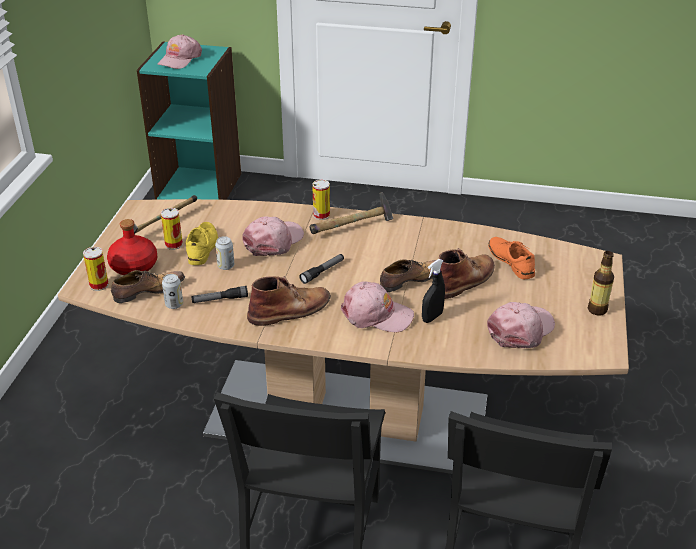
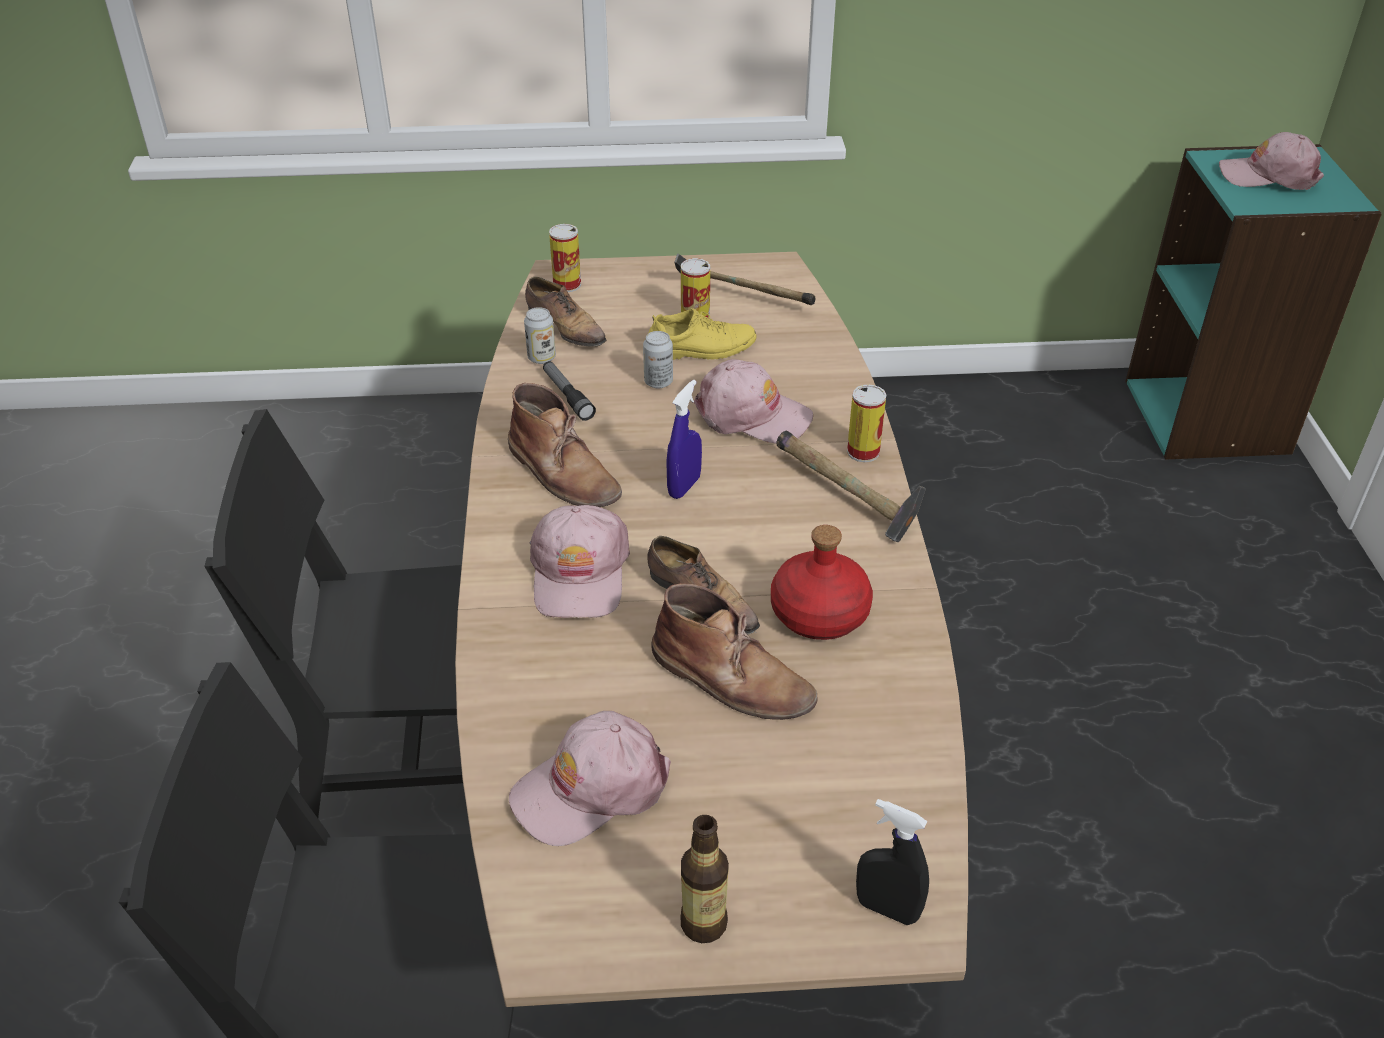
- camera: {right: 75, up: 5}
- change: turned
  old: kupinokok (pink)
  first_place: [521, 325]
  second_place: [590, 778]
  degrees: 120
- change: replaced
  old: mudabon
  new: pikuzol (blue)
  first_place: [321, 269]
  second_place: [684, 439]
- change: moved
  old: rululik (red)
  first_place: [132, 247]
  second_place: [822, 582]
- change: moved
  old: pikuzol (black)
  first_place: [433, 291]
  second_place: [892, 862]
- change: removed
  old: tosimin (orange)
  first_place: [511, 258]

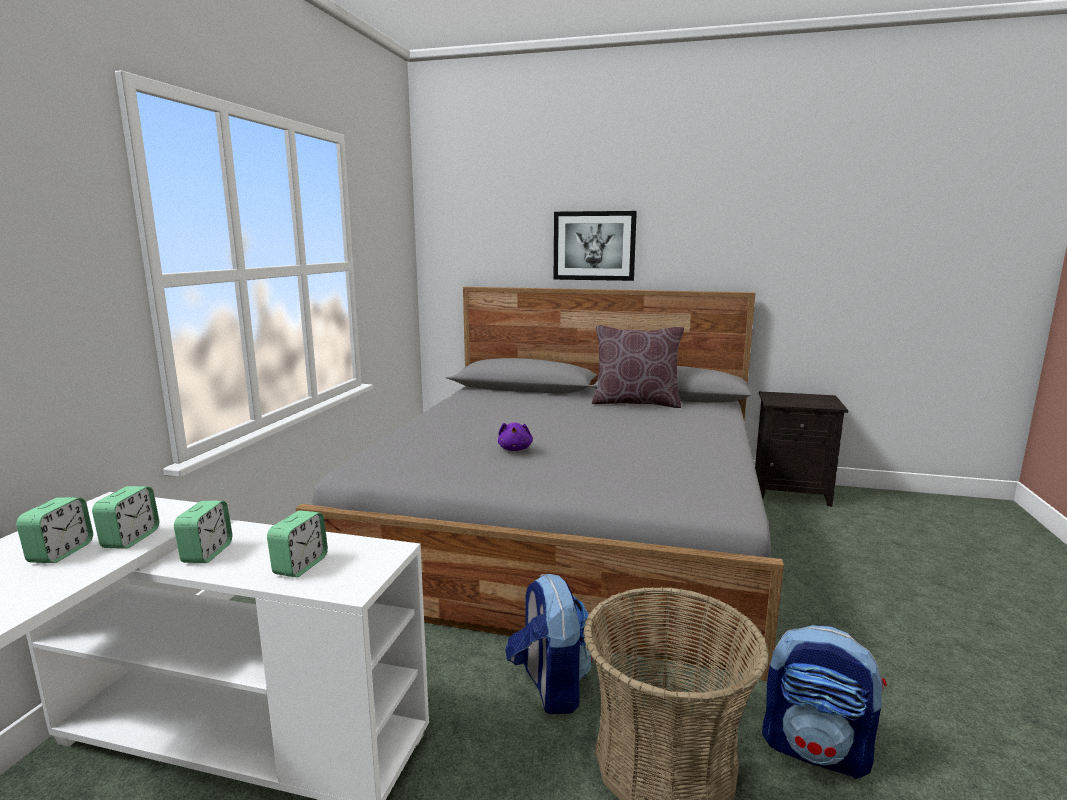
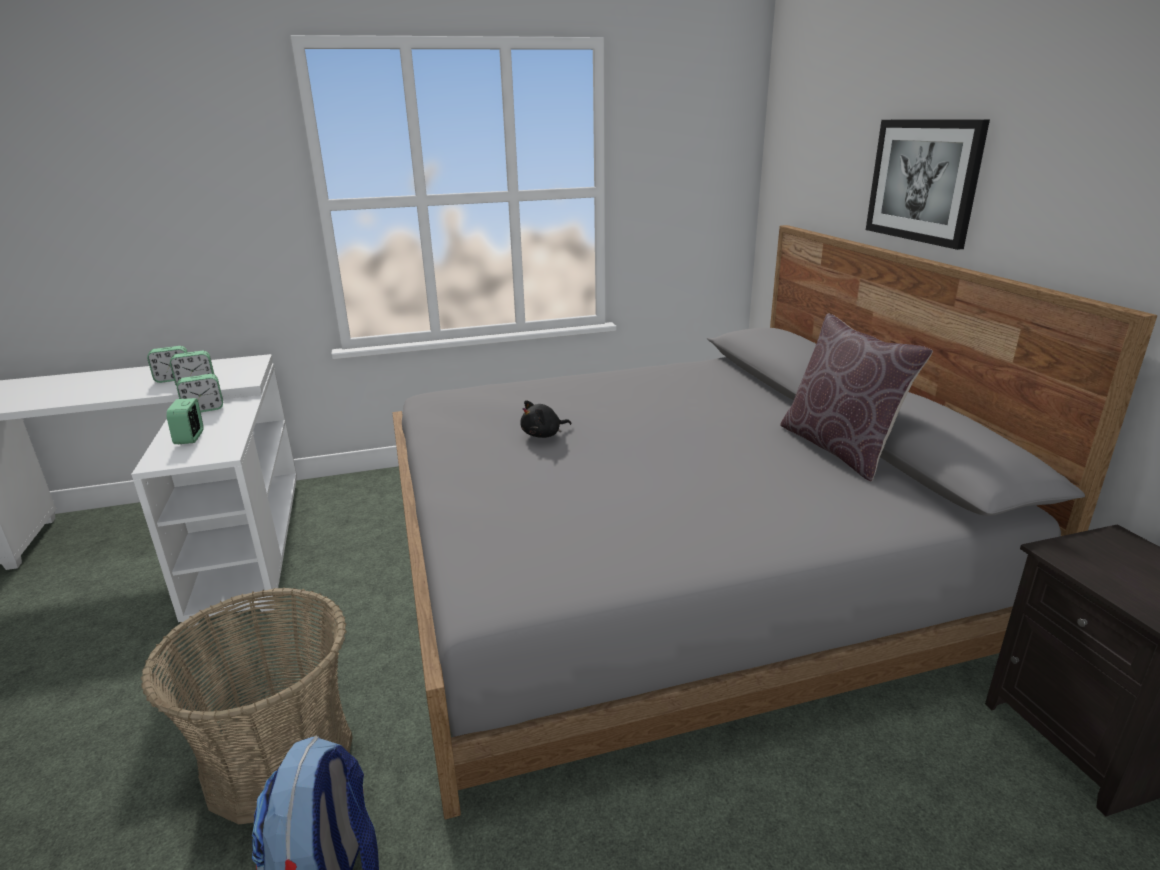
- camera: {right: 60, up: 10}
- change: turned
  old: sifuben
  first_place: [297, 543]
  second_place: [185, 421]
  degrees: 90
- change: recoloured
  old: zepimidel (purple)
  new: zepimidel (black)
  first_place: [515, 437]
  second_place: [545, 419]
- change: removed
  old: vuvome
  first_place: [548, 644]

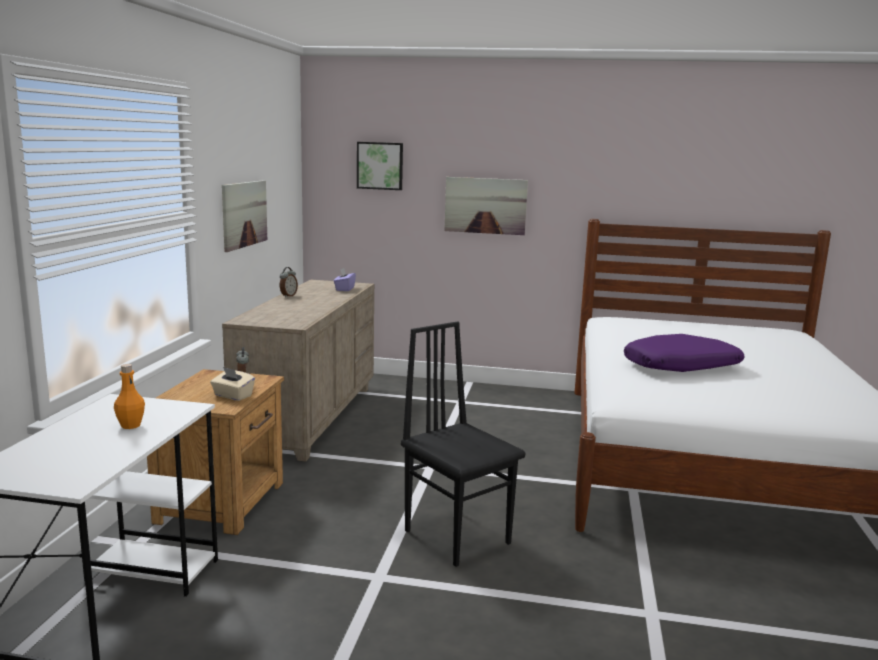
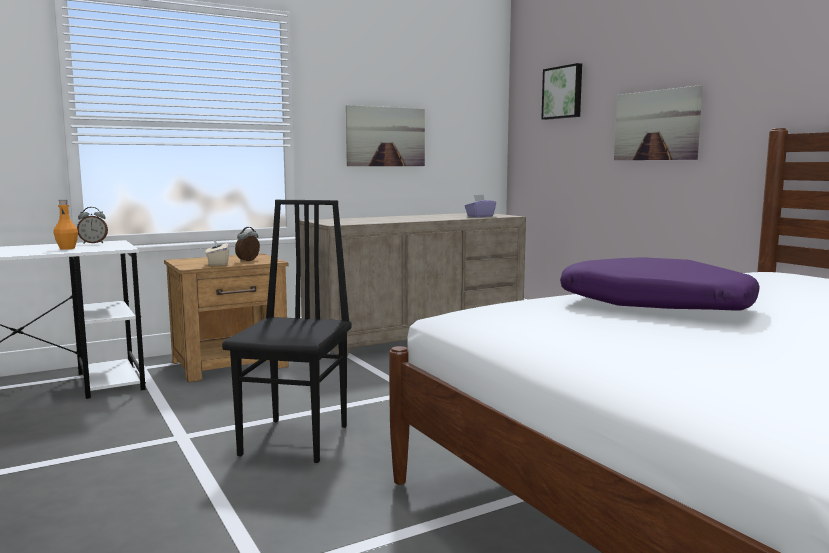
- camera: {right: 50, up: -5}
- change: moved
  old: sifuben
  first_place: [289, 282]
  second_place: [92, 225]

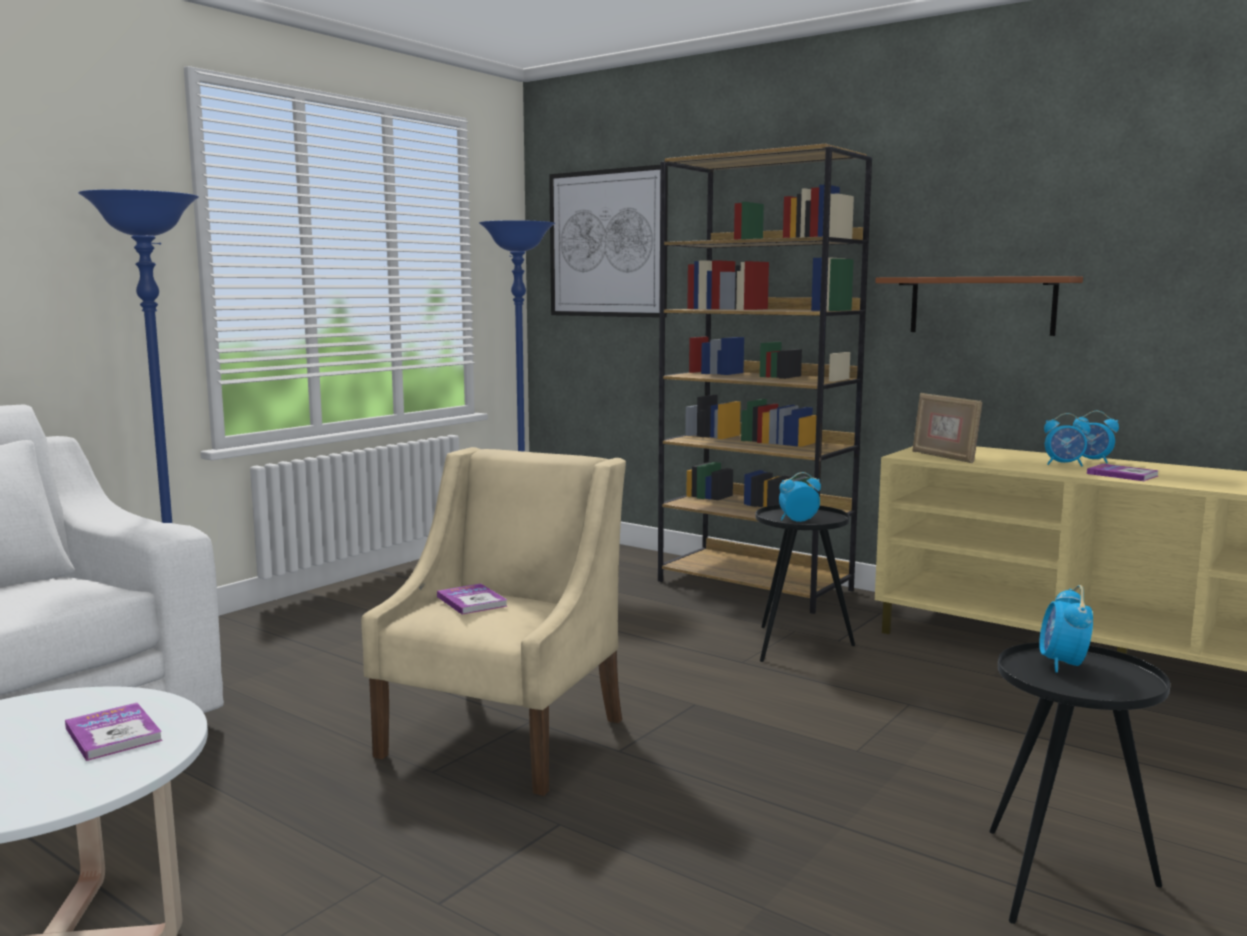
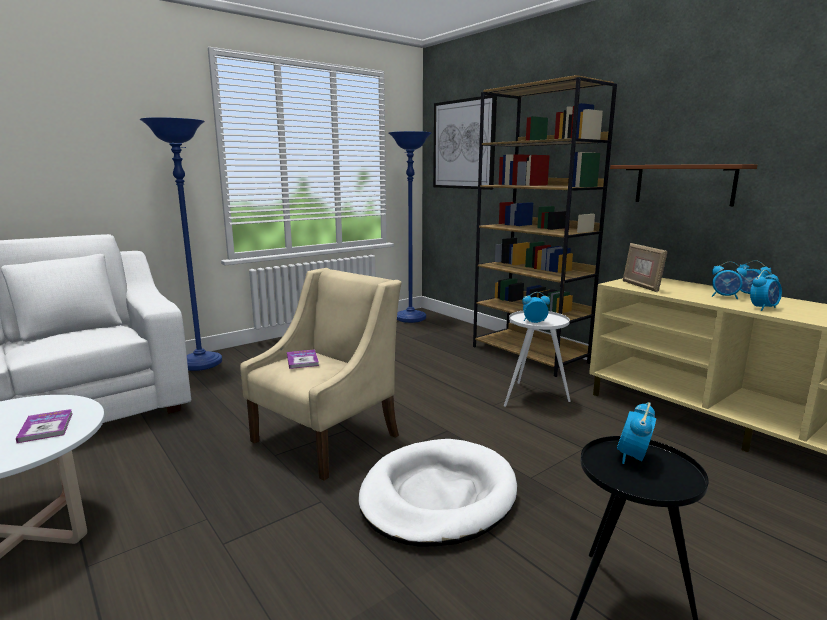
- camera: {right: 15, up: 5}
- change: added
  new: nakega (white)
  second_place: [437, 493]
- change: recoloured
  old: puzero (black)
  new: puzero (white)
  first_place: [805, 583]
  second_place: [537, 359]
- change: replaced
  old: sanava
  new: sifuben
  first_place: [1123, 472]
  second_place: [766, 290]

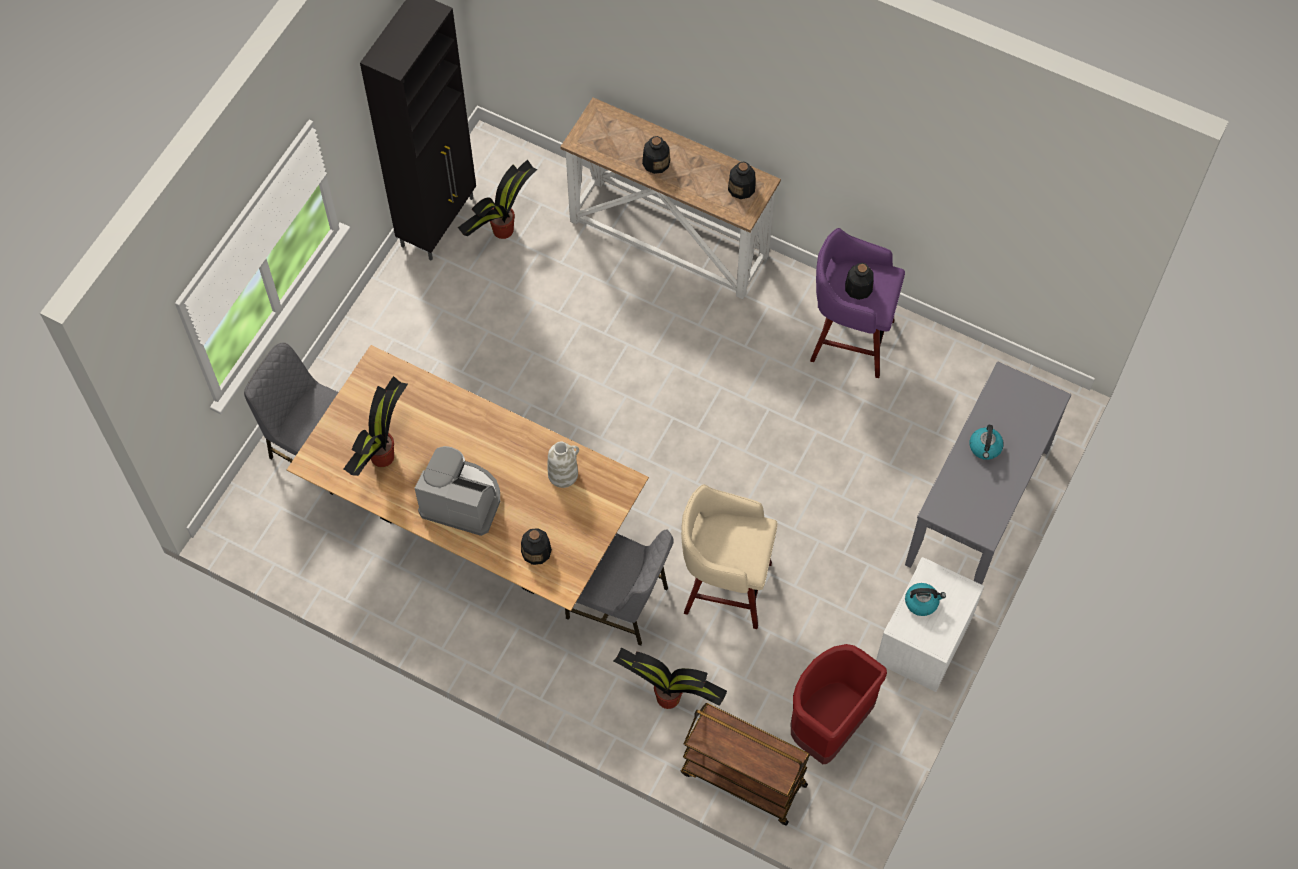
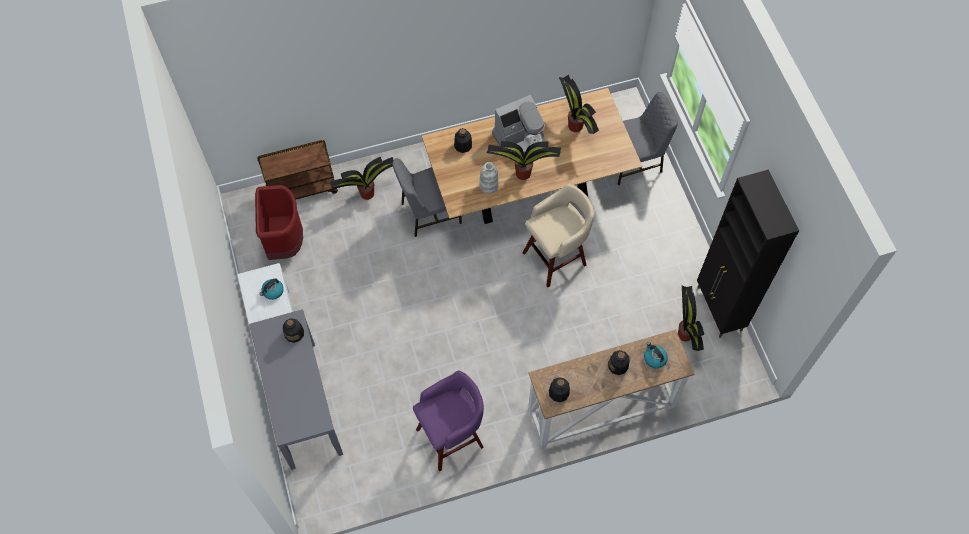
- camera: {right: 135, up: 0}
- change: moved
  old: rululik
  first_place: [859, 281]
  second_place: [293, 330]
- change: added
  new: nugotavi
  second_place: [524, 160]
- change: moved
  old: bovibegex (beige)
  first_place: [729, 556]
  second_place: [558, 235]
- change: moved
  old: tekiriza
  first_place: [987, 442]
  second_place: [656, 355]

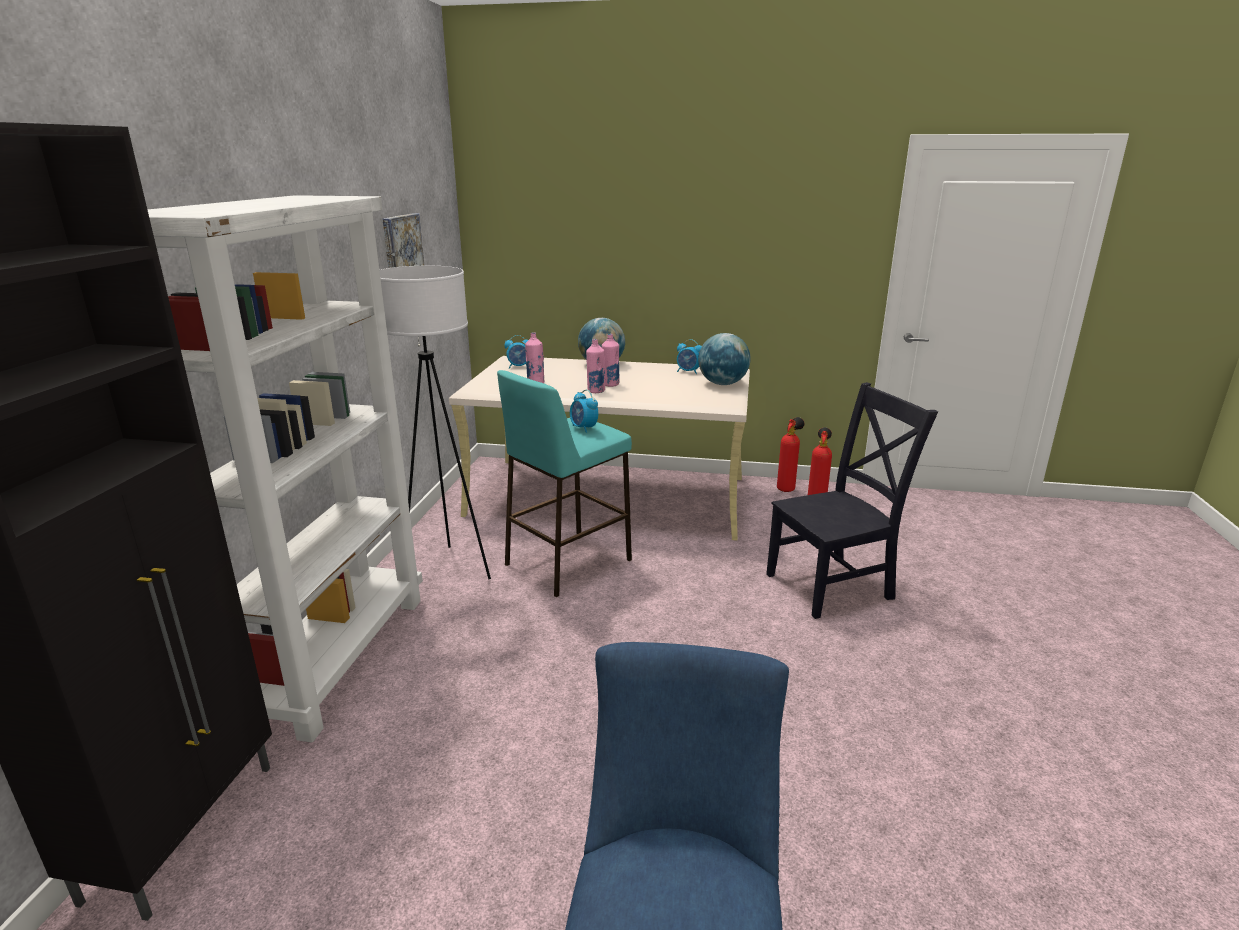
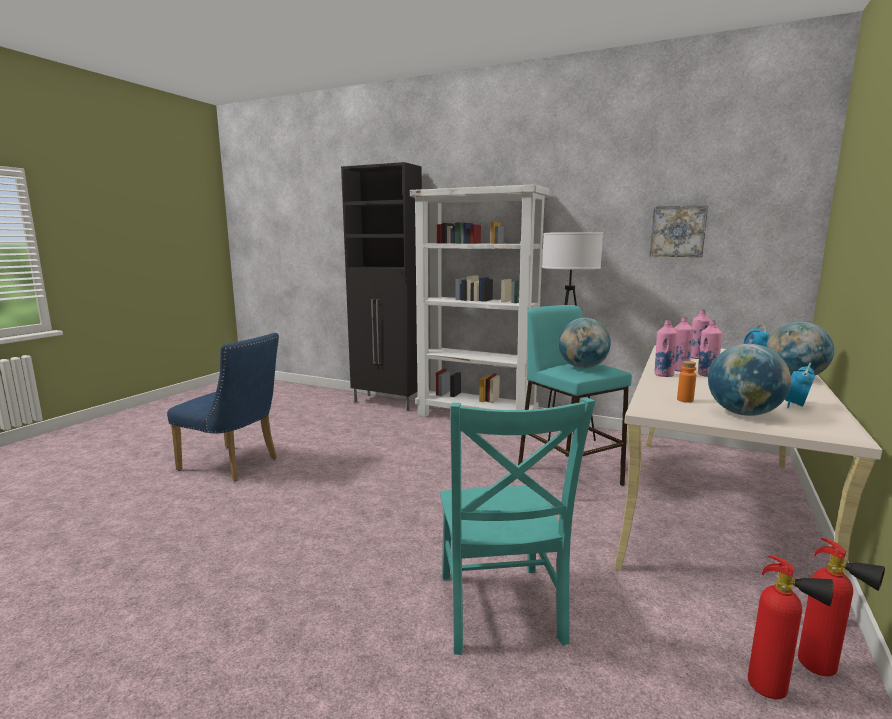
- camera: {right: 105, up: -10}
- change: recoloured
  old: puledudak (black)
  new: puledudak (turquoise)
  first_place: [852, 500]
  second_place: [517, 526]
- change: replaced
  old: sifuben
  new: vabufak
  first_place: [584, 411]
  second_place: [584, 343]
- change: added
  new: rululik (pink)
  second_place: [666, 348]
- change: added
  new: rululik (orange)
  second_place: [686, 382]

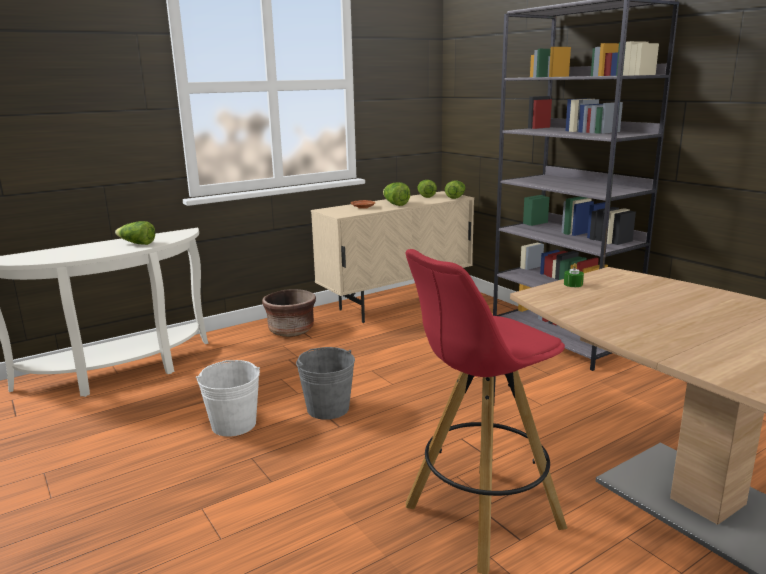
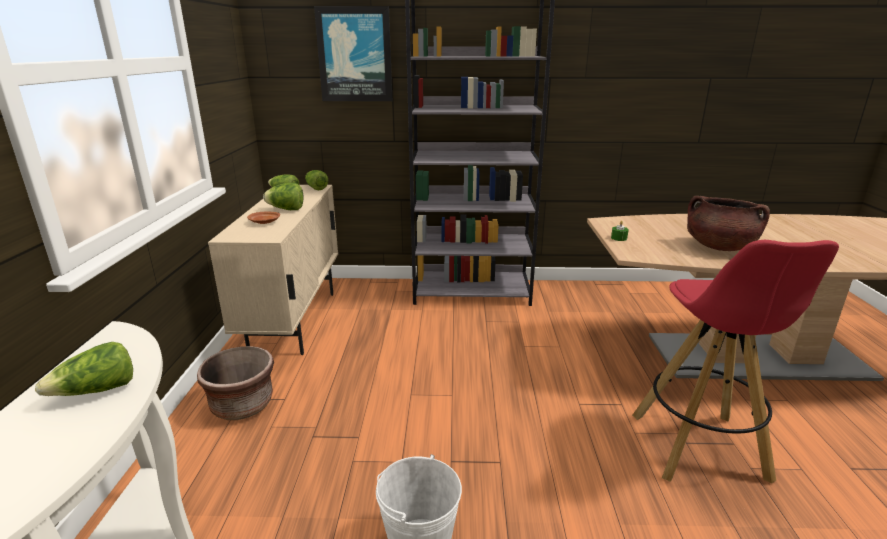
- camera: {right: -55, up: 5}
- change: added
  new: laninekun
  second_place: [353, 53]
- change: added
  new: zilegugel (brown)
  second_place: [728, 223]
- change: removed
  old: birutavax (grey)
  first_place: [325, 383]

